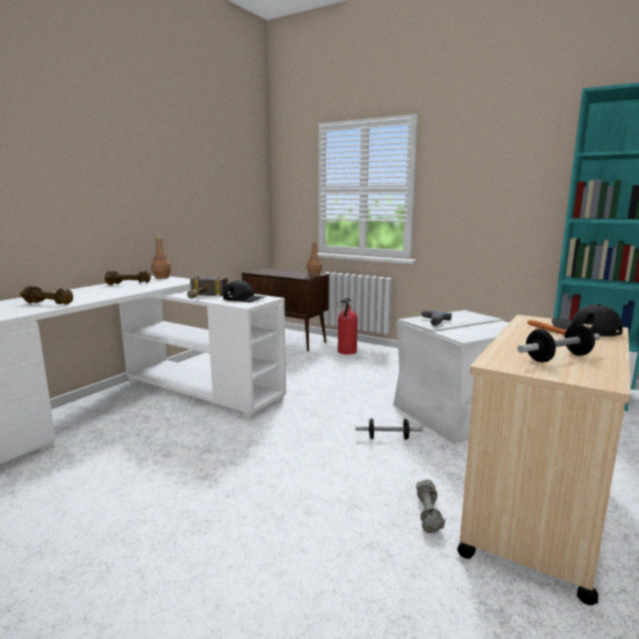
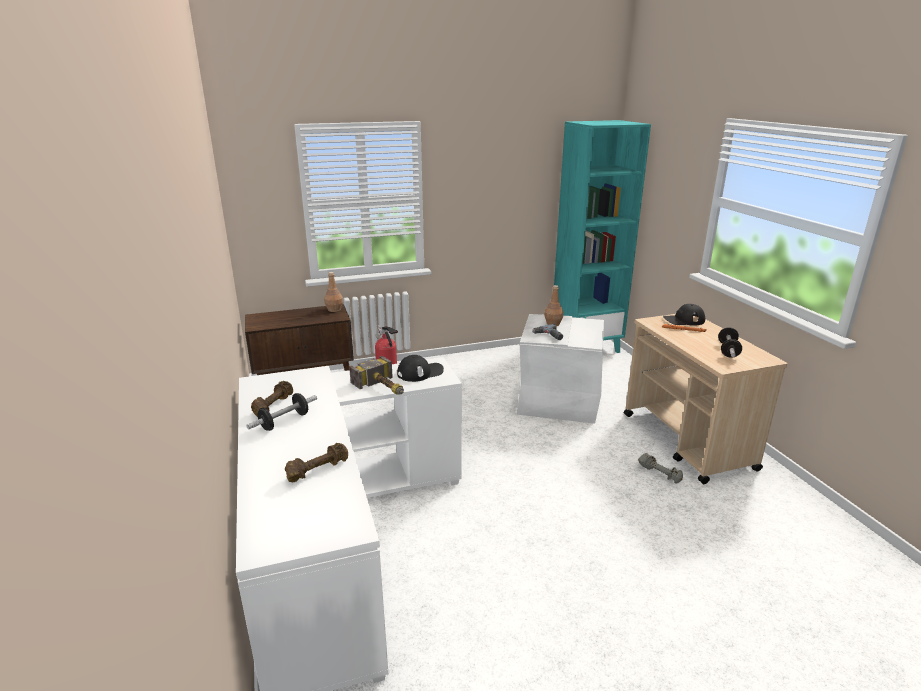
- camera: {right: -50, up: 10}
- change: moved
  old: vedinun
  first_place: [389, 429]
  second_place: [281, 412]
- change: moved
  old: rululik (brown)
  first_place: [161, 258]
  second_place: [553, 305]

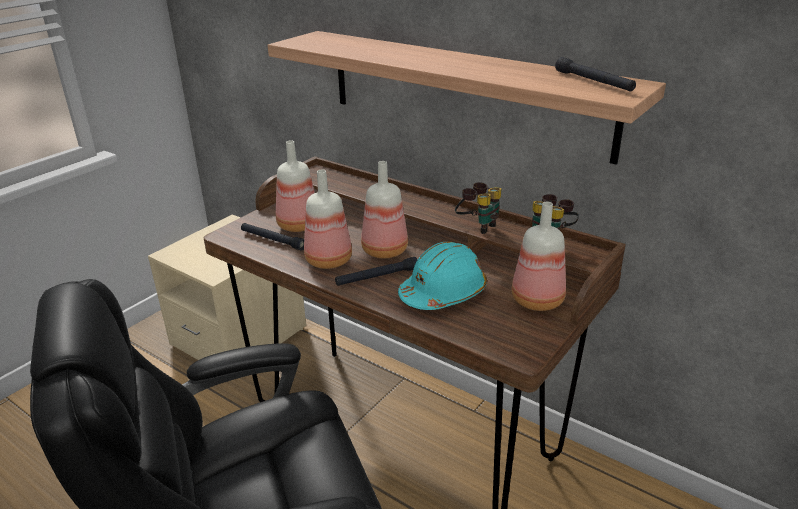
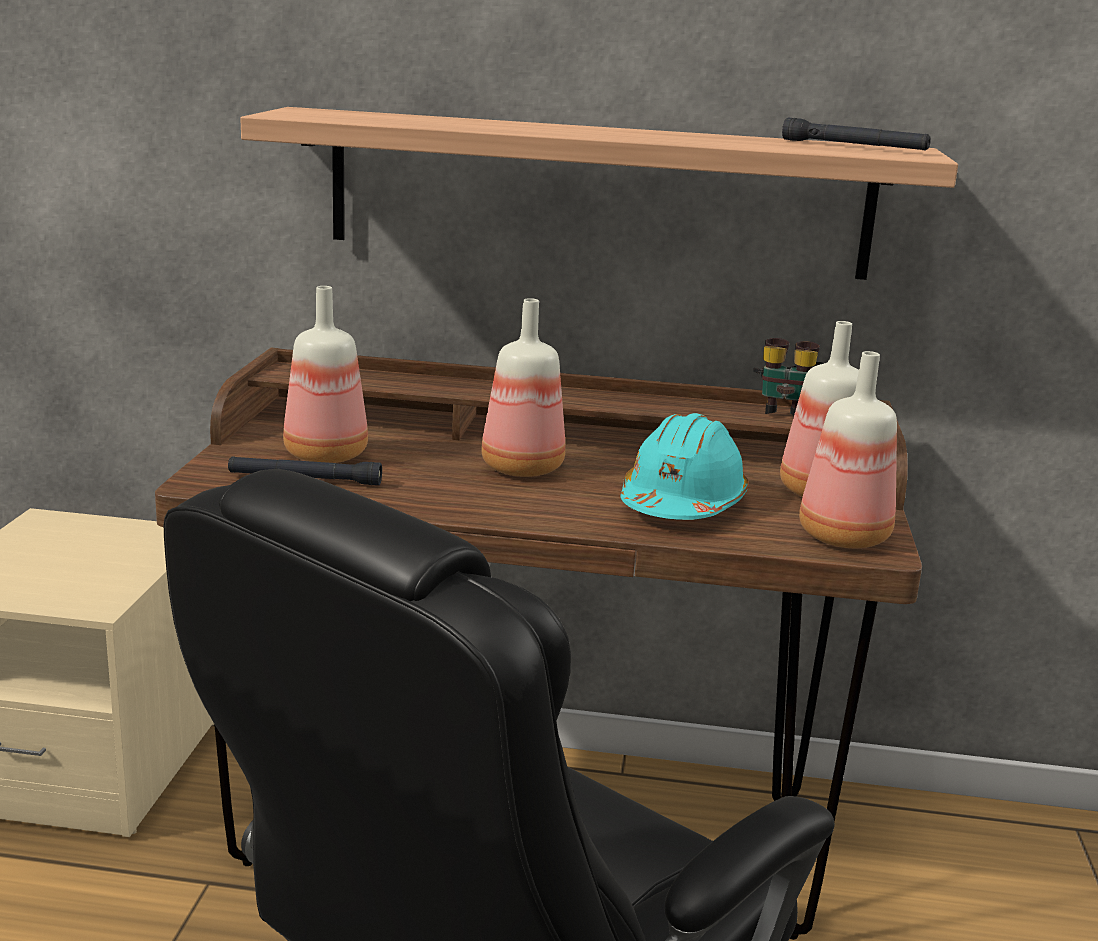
- camera: {right: -30, up: -10}
- change: moved
  old: rululik
  first_place: [328, 219]
  second_place: [848, 449]
- change: removed
  old: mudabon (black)
  first_place: [376, 271]
- change: removed
  old: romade
  first_place: [478, 208]

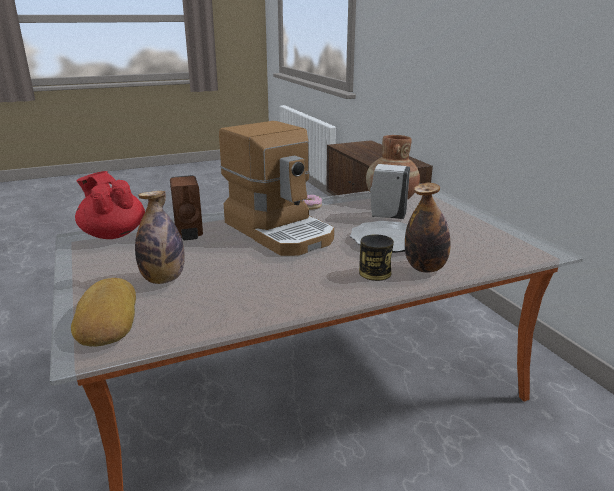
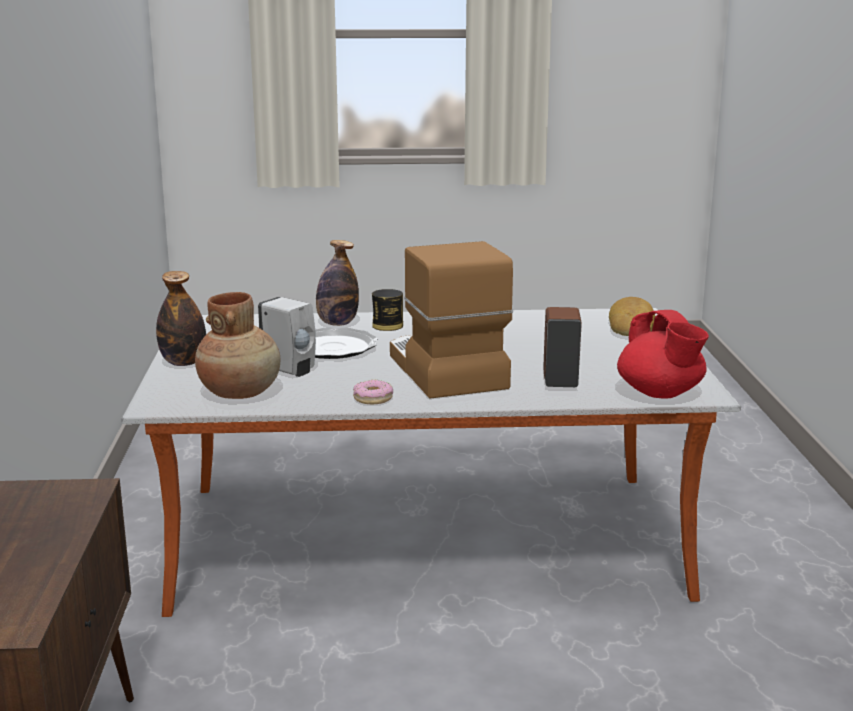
- camera: {right: -160, up: -5}
- change: moved
  old: rululik
  first_place: [160, 237]
  second_place: [181, 318]

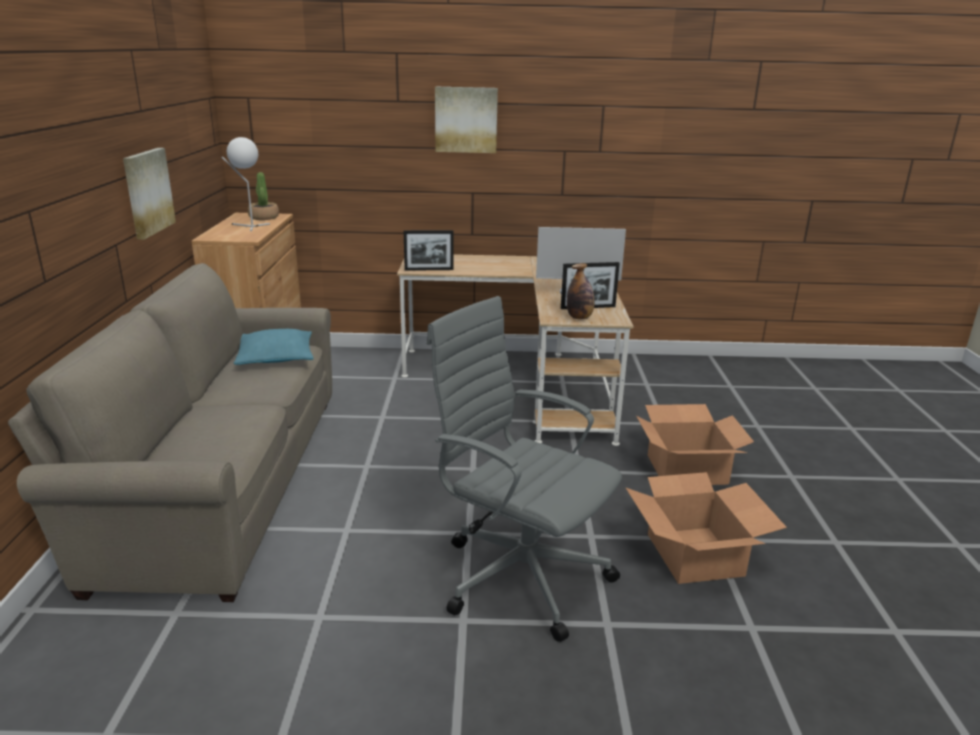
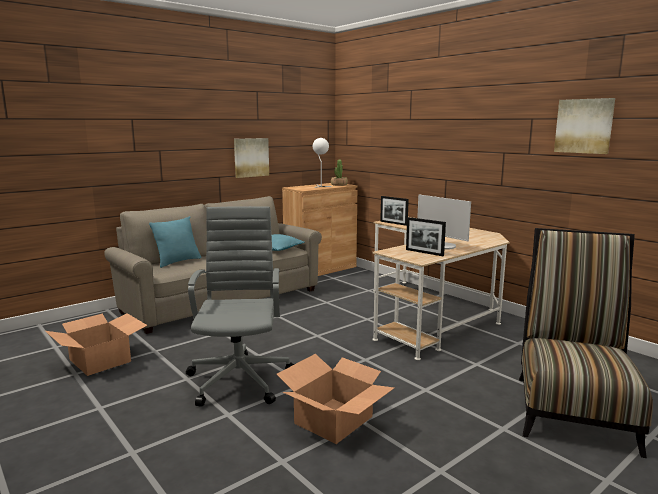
- camera: {right: 50, up: -10}
- change: moved
  old: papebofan
  first_place: [695, 444]
  second_place: [96, 344]
- change: added
  new: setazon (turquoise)
  second_place: [175, 242]
- change: added
  new: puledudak
  second_place: [586, 343]
- change: moved
  old: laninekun
  first_place: [466, 120]
  second_place: [584, 126]
- change: removed
  old: rululik
  first_place: [581, 291]

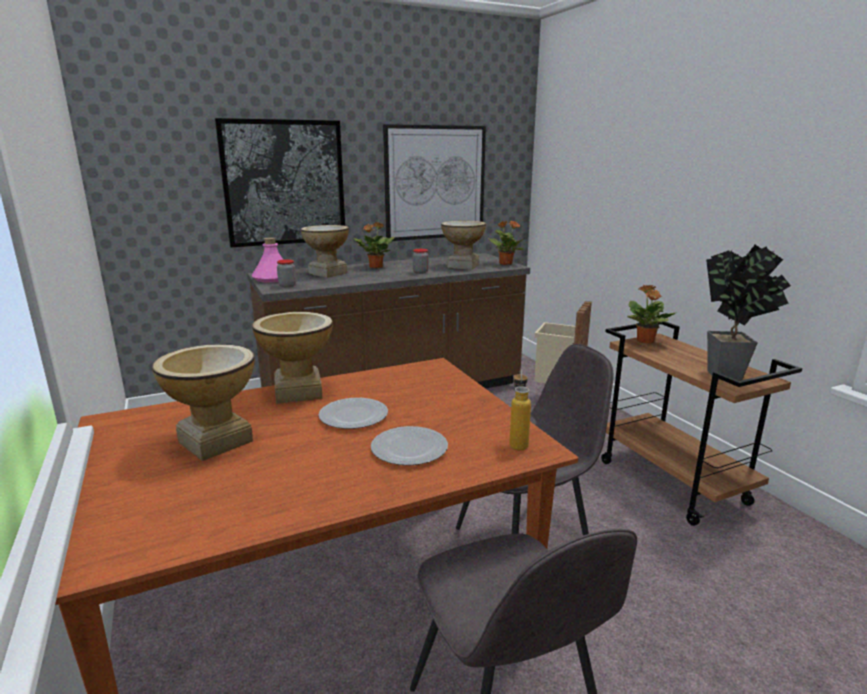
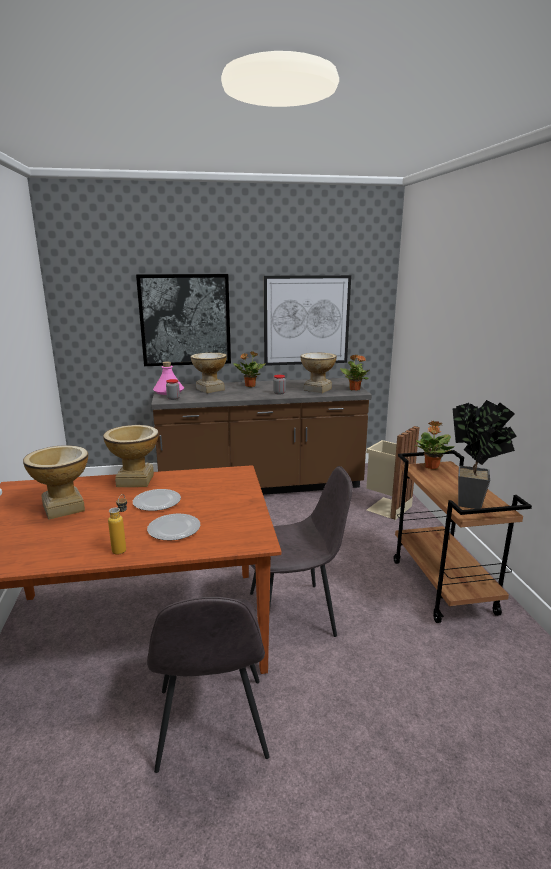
- camera: {right: 15, up: 0}
- change: moved
  old: rululik
  first_place: [520, 410]
  second_place: [117, 524]

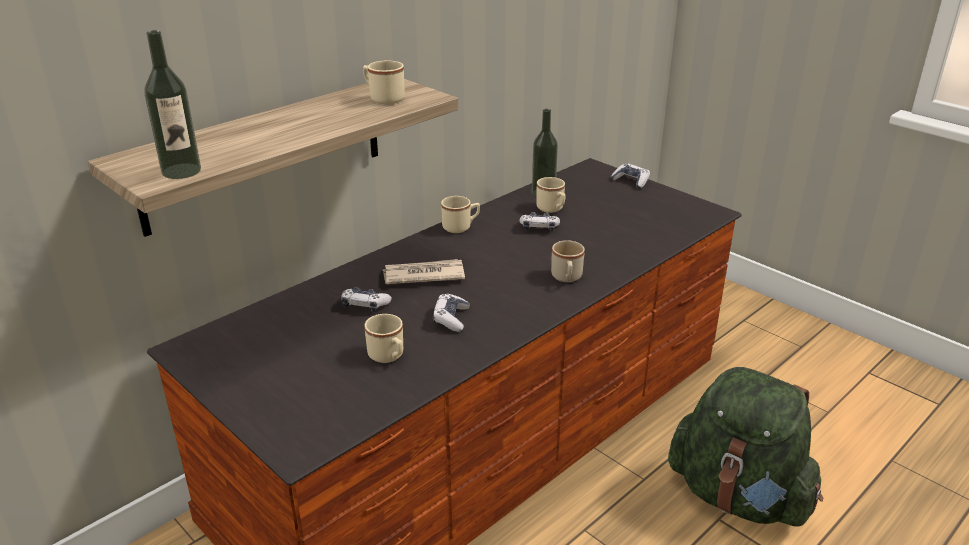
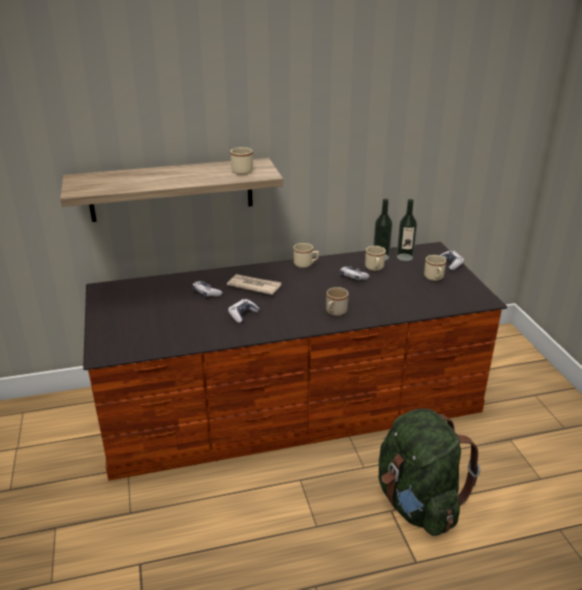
- camera: {right: 30, up: 0}
- change: moved
  old: rululik
  first_place: [172, 104]
  second_place: [407, 230]
- change: moved
  old: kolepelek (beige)
  first_place: [384, 338]
  second_place: [435, 268]

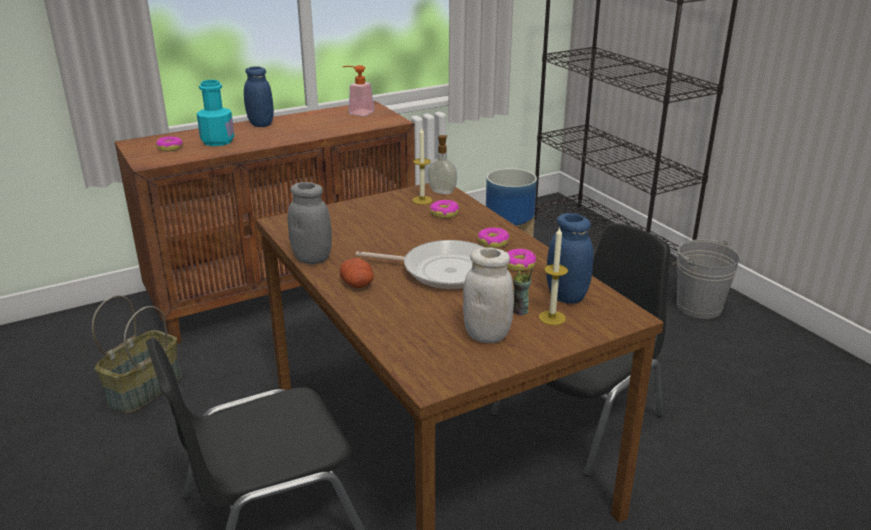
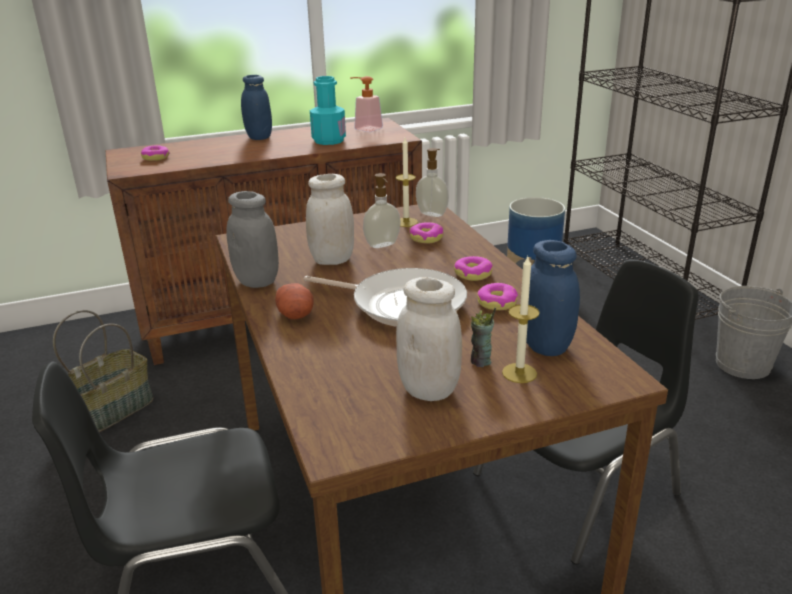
- camera: {right: 10, up: 0}
- change: added
  new: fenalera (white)
  second_place: [330, 219]
- change: moved
  old: rululik (turquoise)
  first_place: [216, 113]
  second_place: [328, 110]
- change: added
  new: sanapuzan
  second_place: [382, 210]

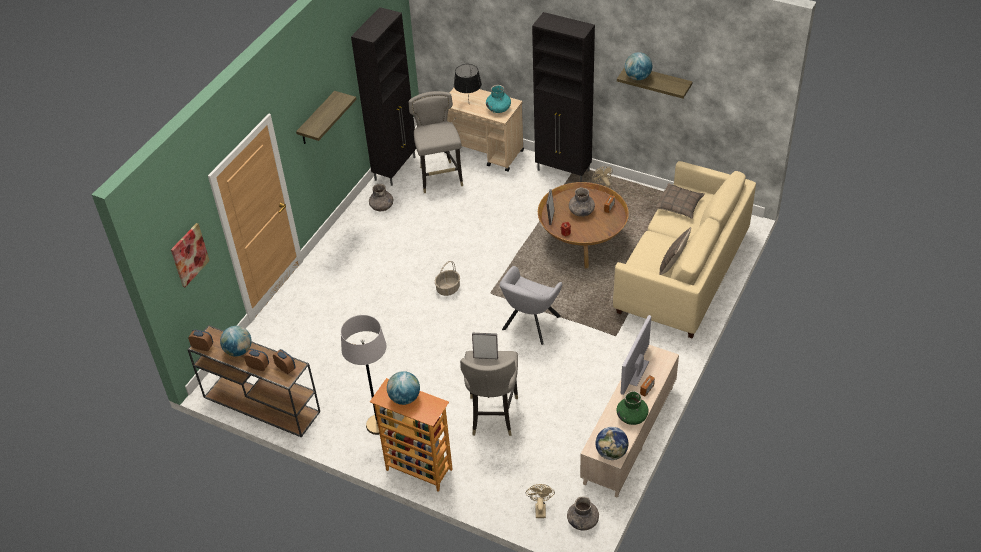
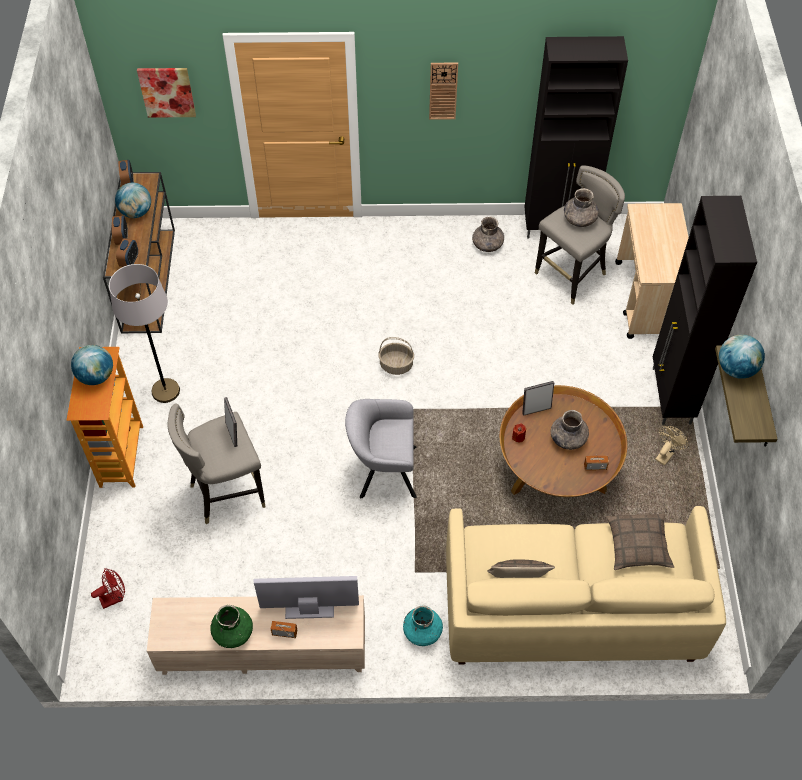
- camera: {right: 60, up: 10}
- change: recoloured
  old: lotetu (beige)
  new: lotetu (red)
  first_place: [540, 501]
  second_place: [108, 588]
- change: moved
  old: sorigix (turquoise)
  first_place: [498, 99]
  second_place: [423, 626]
- change: replaced
  old: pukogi
  new: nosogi
  first_place: [326, 117]
  second_place: [443, 91]
- change: moved
  old: sorigix (grey)
  first_place: [583, 513]
  second_place: [581, 207]
- change: removed
  old: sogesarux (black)
  first_place: [468, 81]
- change: removed
  old: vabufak
  first_place: [612, 443]

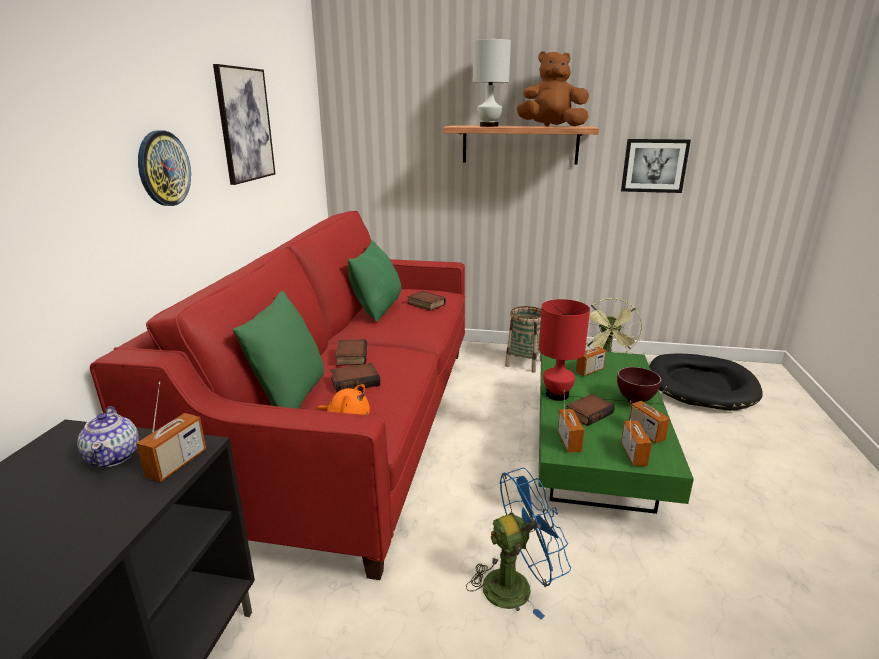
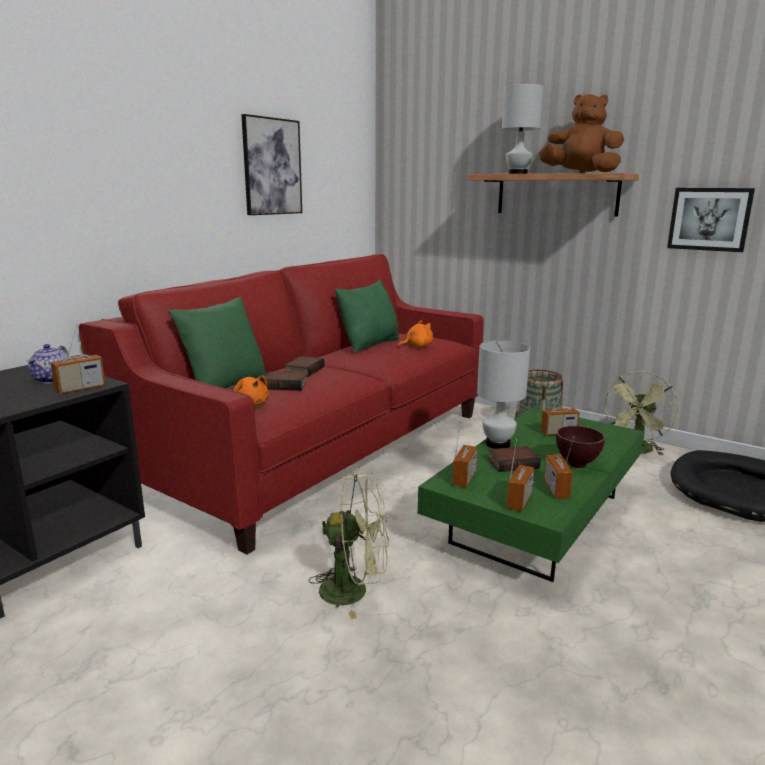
- camera: {right: 25, up: -5}
- change: recoloured
  old: lotetu (blue)
  new: lotetu (green)
  first_place: [518, 544]
  second_place: [348, 546]
- change: replaced
  old: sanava
  new: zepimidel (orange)
  first_place: [426, 301]
  second_place: [415, 333]
- change: recoloured
  old: sogesarux (red)
  new: sogesarux (white)
  first_place: [564, 350]
  second_place: [503, 395]
- change: removed
  old: nosogi
  first_place: [164, 168]

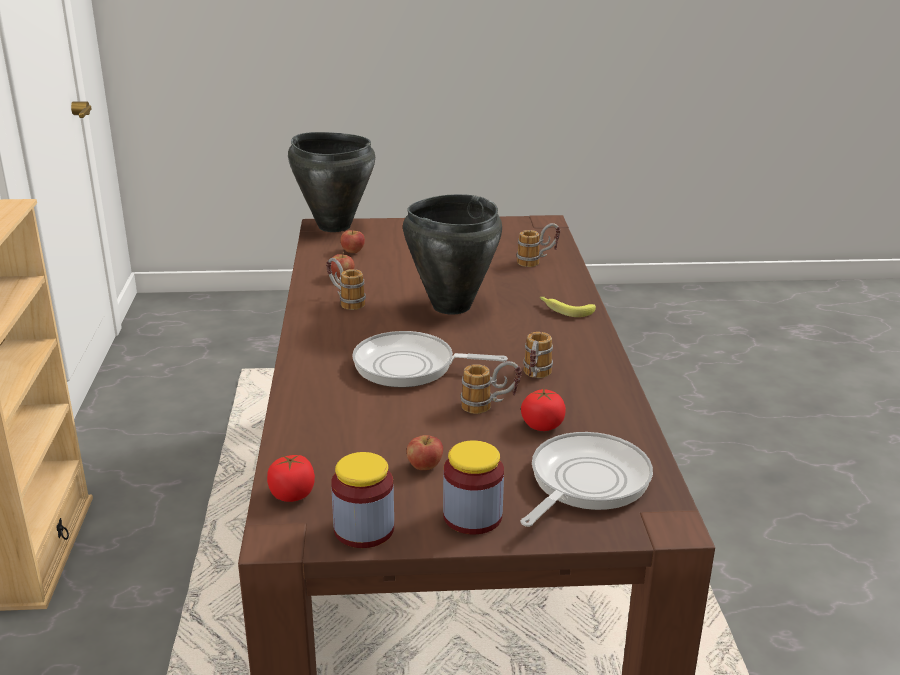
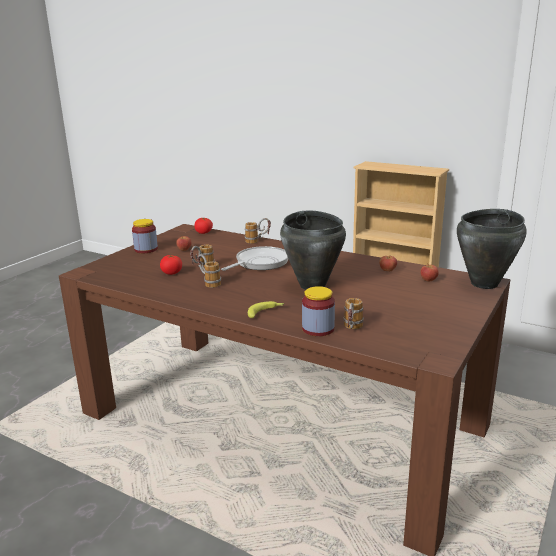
- camera: {right: 125, up: -5}
- change: moved
  old: kolepelek
  first_place: [346, 284]
  second_place: [258, 231]
- change: moved
  old: fenalera
  first_place: [362, 500]
  second_place: [318, 311]
- change: removed
  old: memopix
  first_place: [586, 479]

